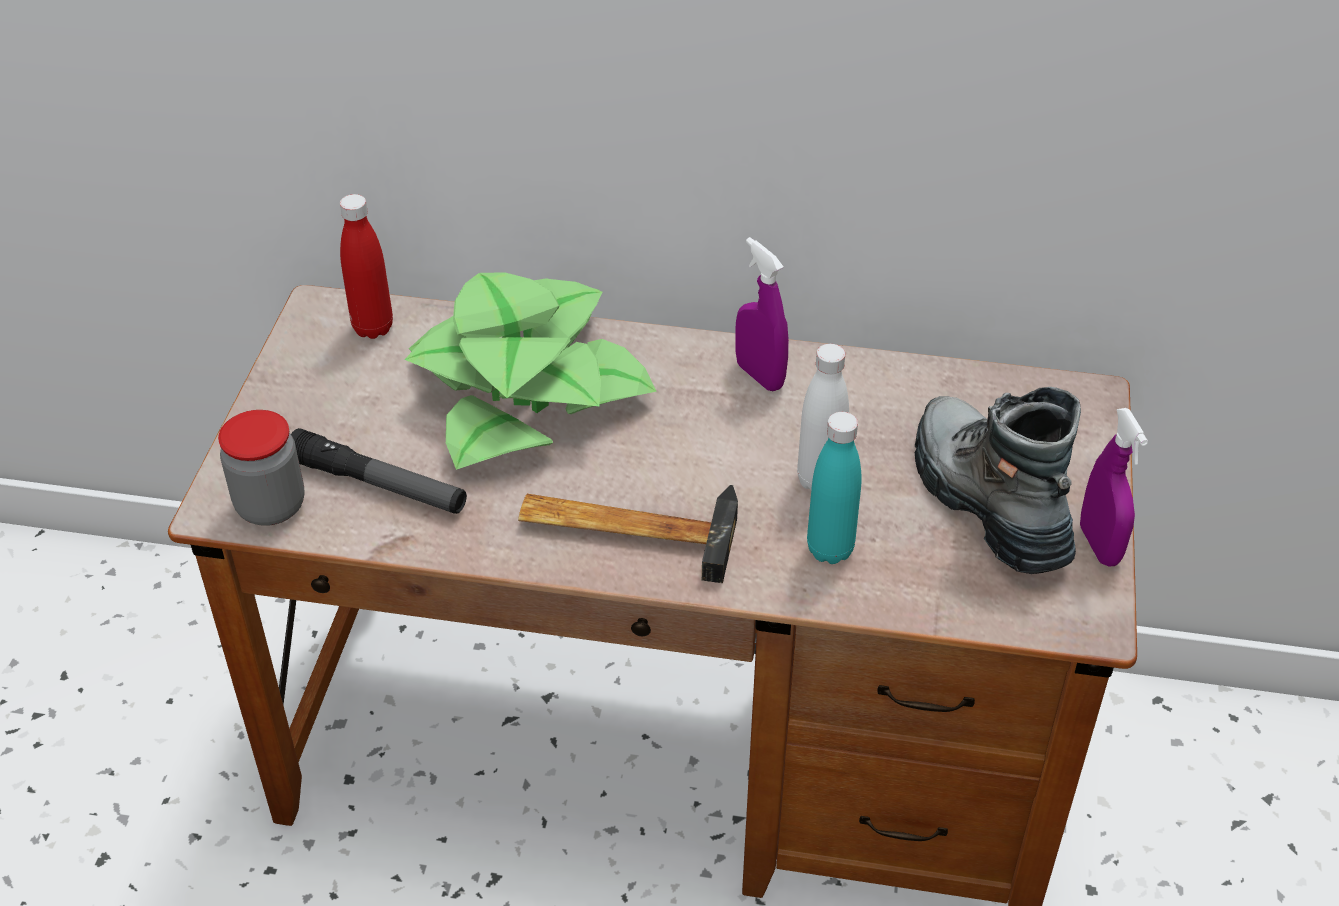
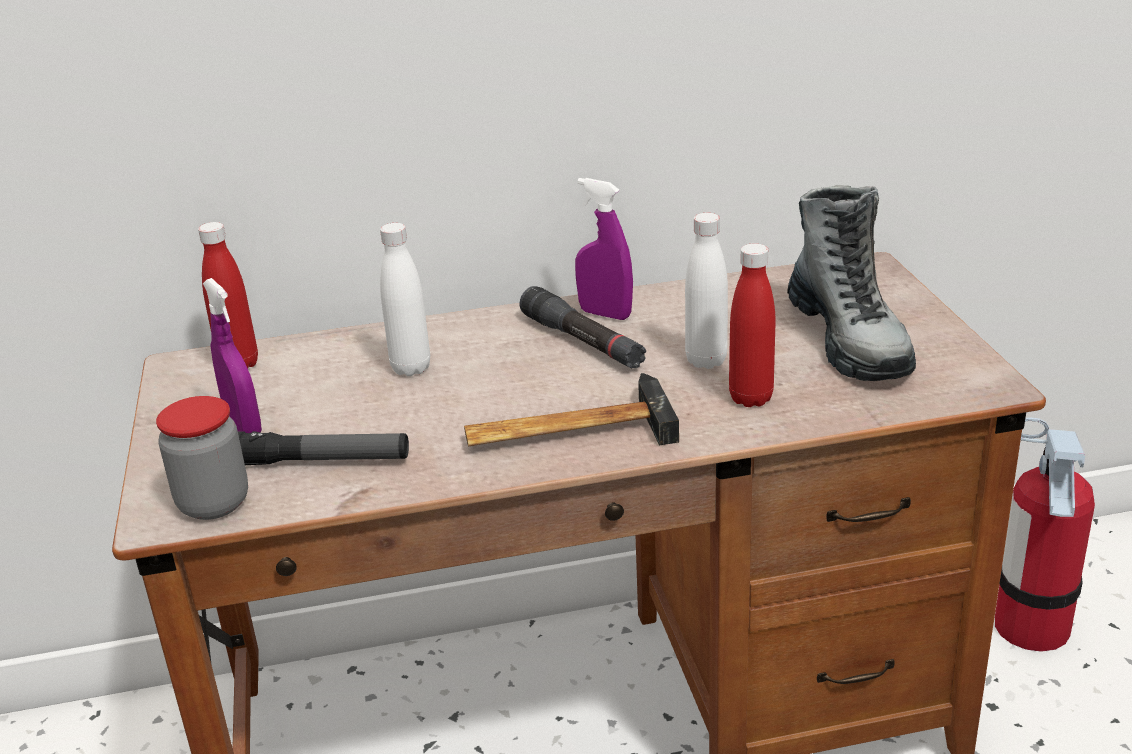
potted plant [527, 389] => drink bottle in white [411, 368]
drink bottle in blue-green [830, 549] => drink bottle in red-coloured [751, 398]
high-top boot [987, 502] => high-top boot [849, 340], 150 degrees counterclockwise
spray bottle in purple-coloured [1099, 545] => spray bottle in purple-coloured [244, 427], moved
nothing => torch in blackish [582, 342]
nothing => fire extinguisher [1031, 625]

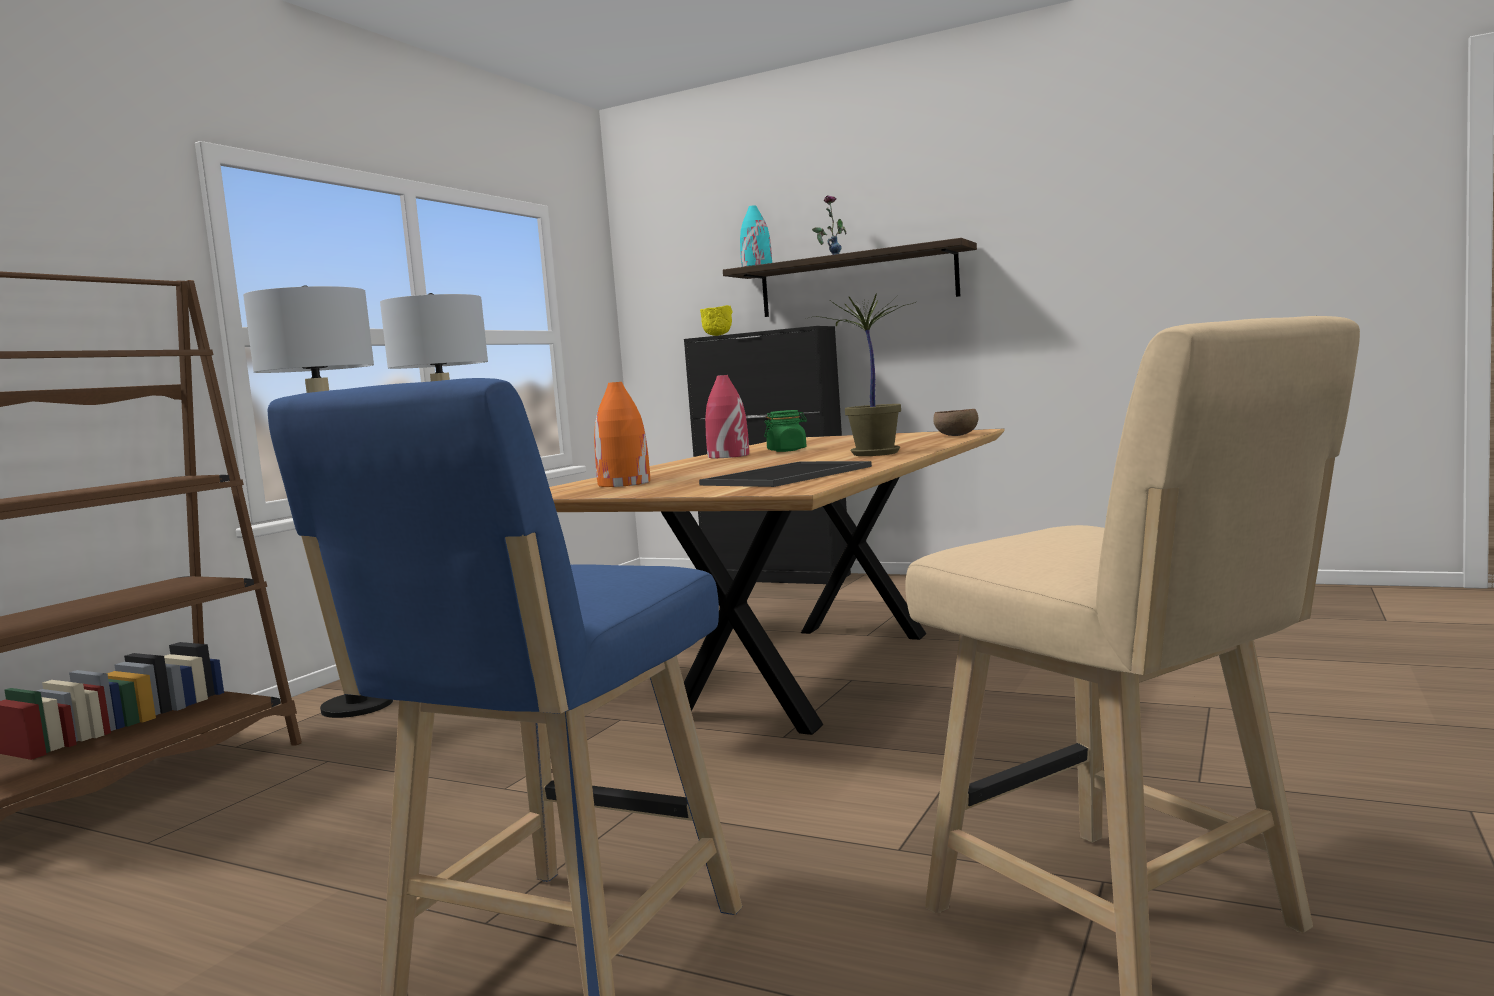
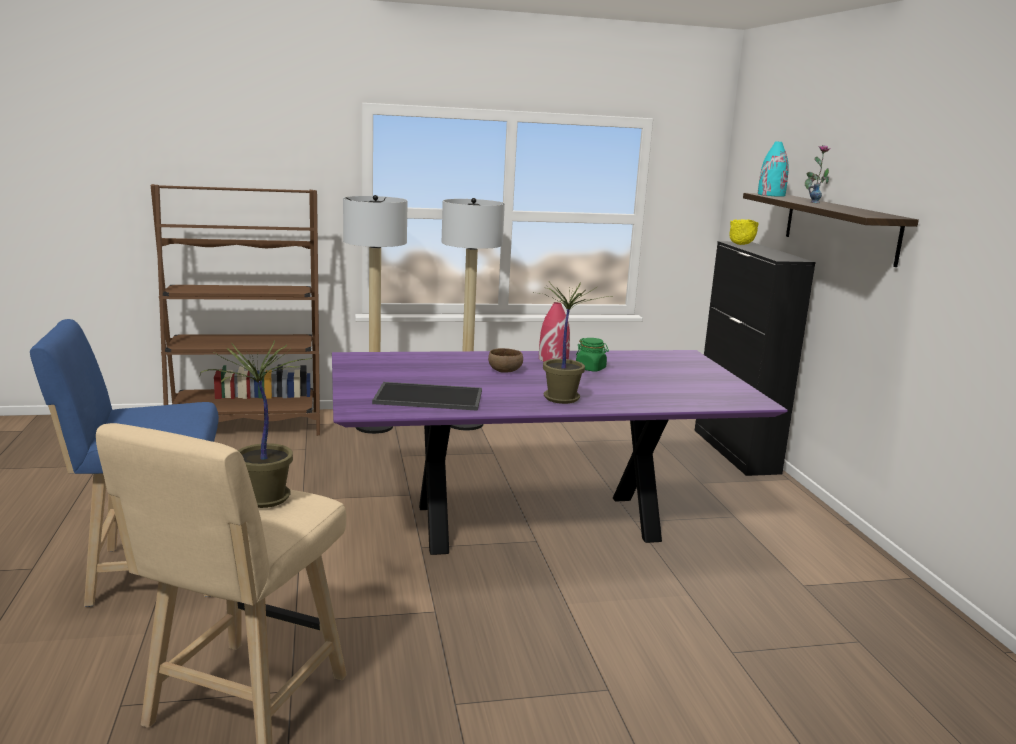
dining table in brownish [809, 673] => dining table in purple-coloured [535, 524]
decorative vase in orange-coloured [623, 483] => nothing
serving bowl in brownish [955, 435] => serving bowl in brownish [504, 371], moved
nothing => potted plant [263, 499]

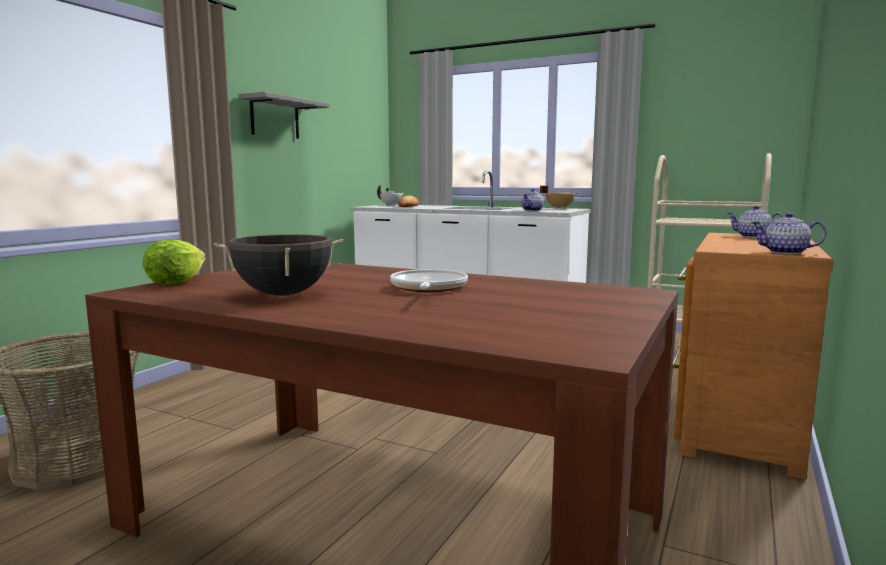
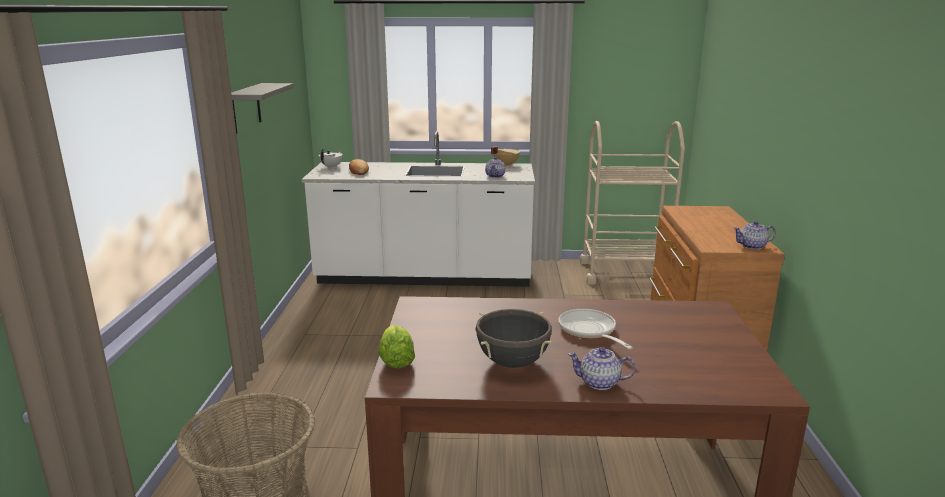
teapot [753, 237] => teapot [600, 383], moved

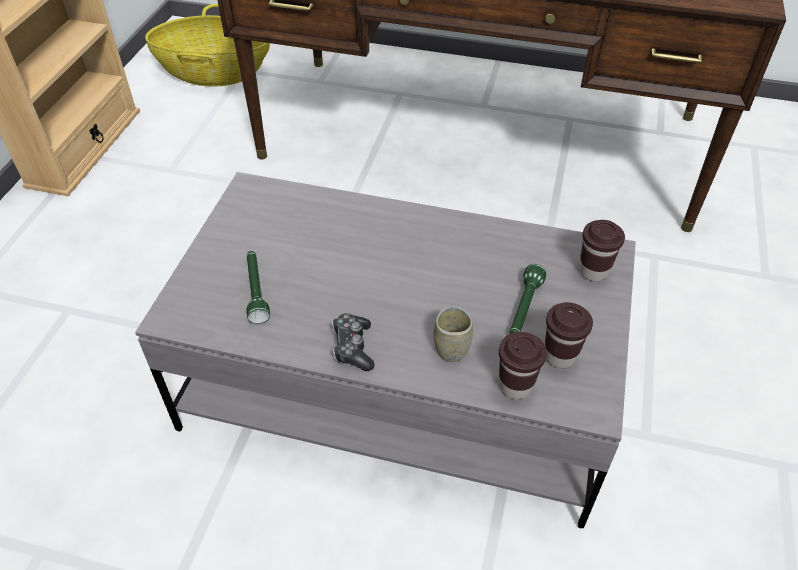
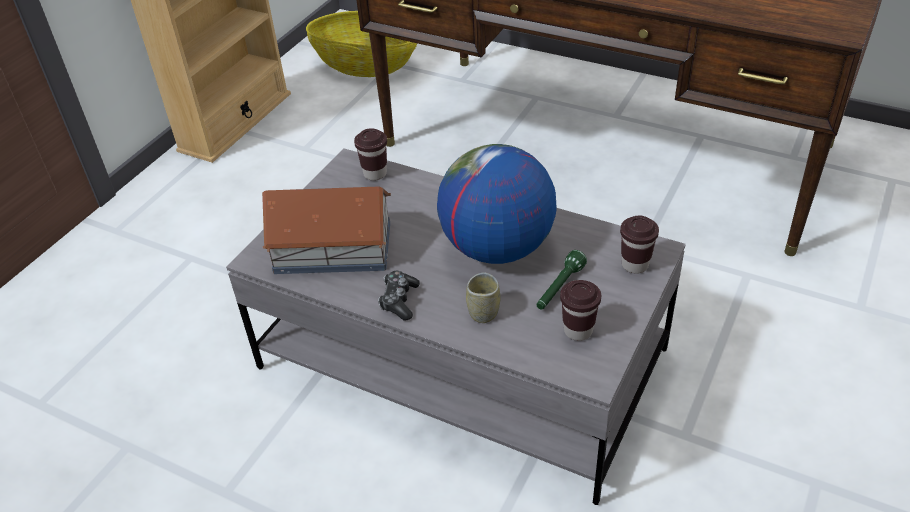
torch in green [256, 291] => model house [332, 246]
drinking cup in brownish [515, 386] => drinking cup in brownish [375, 174], moved
nothing => desk globe [496, 248]

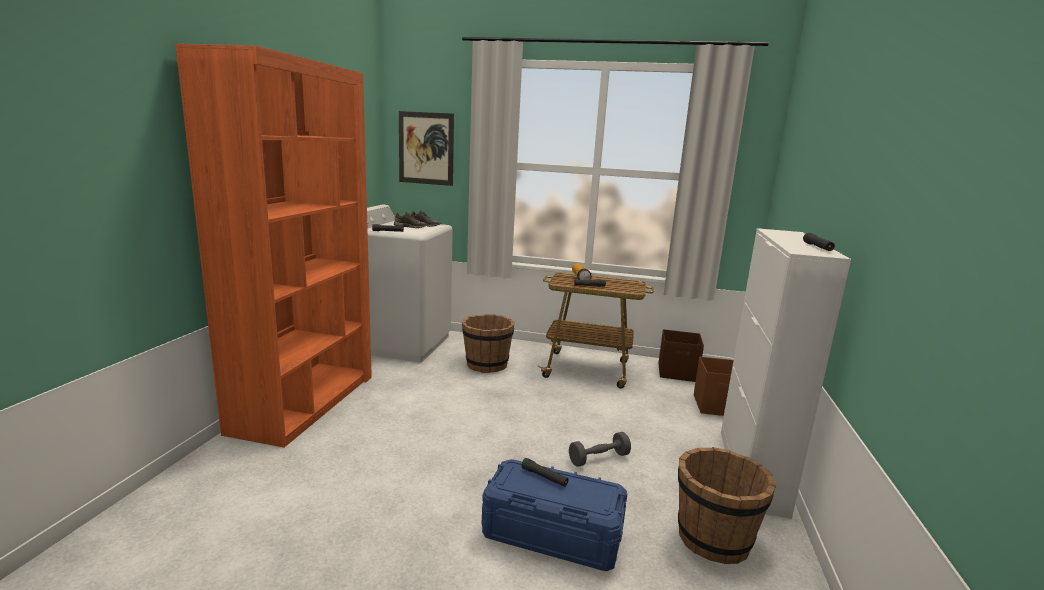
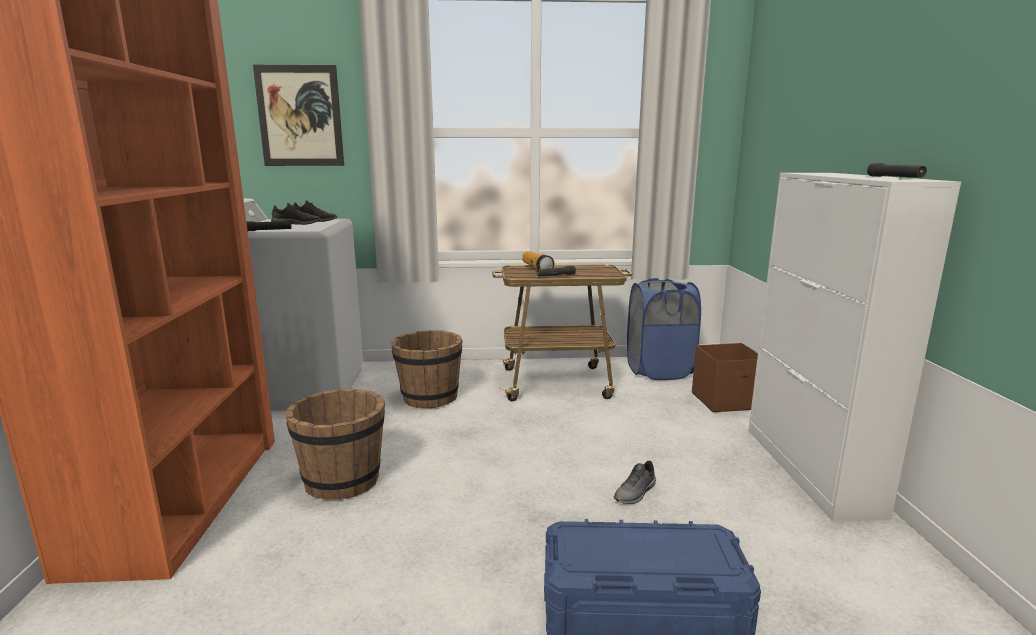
torch in blackish [544, 477] => nothing
hand weight in gray [599, 458] => item of footwear in gray [636, 493]
storage box in brownish [678, 373] => laundry basket in bluish [659, 370]
bucket in brownish [713, 538] => bucket in brownish [342, 480], moved

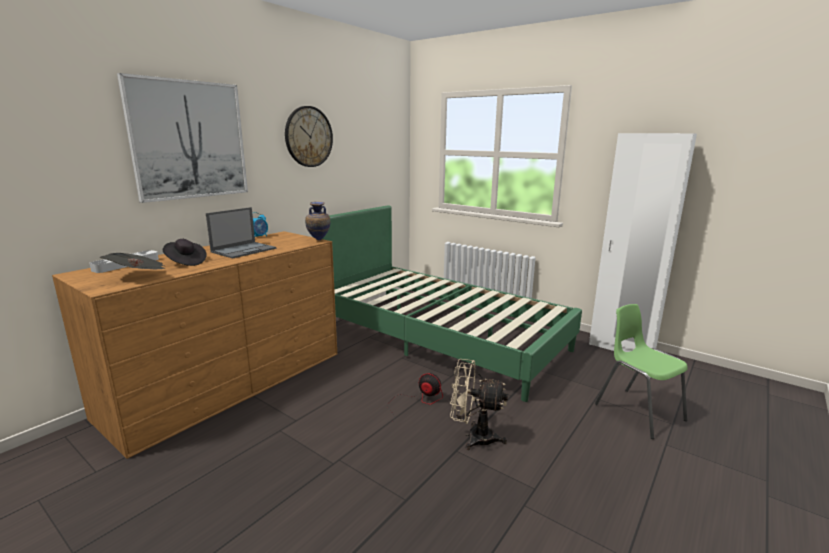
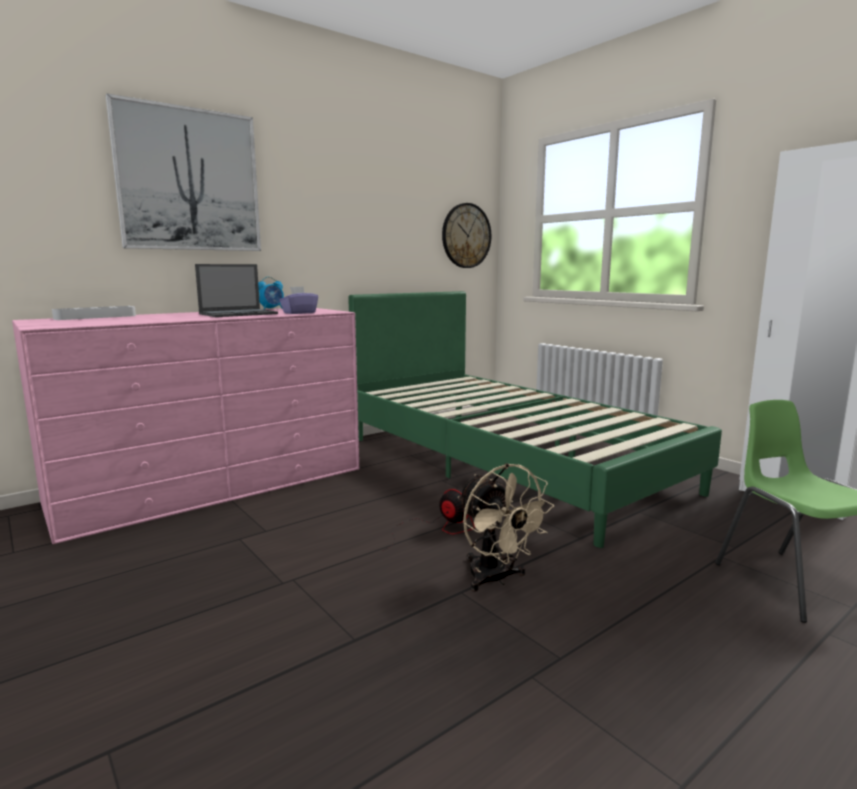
chest of drawers in brownish [229, 382] => chest of drawers in pink-coloured [213, 485]
newspaper [139, 276] => nothing
clothing hat in blackish [185, 262] => nothing
clock on the wall [308, 137] => clock on the wall [466, 236], moved
decorative vase [318, 240] => nothing
cooling fan in beige [473, 437] => cooling fan in beige [496, 579], 150 degrees counterclockwise
nothing => tissue holder in purple-coloured [299, 313]

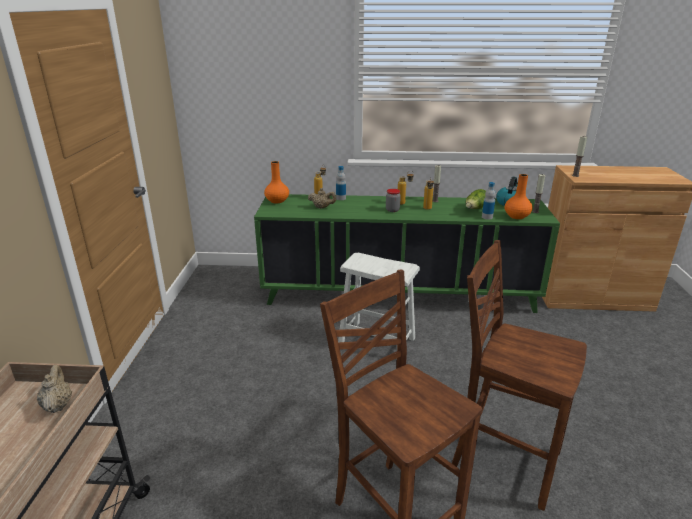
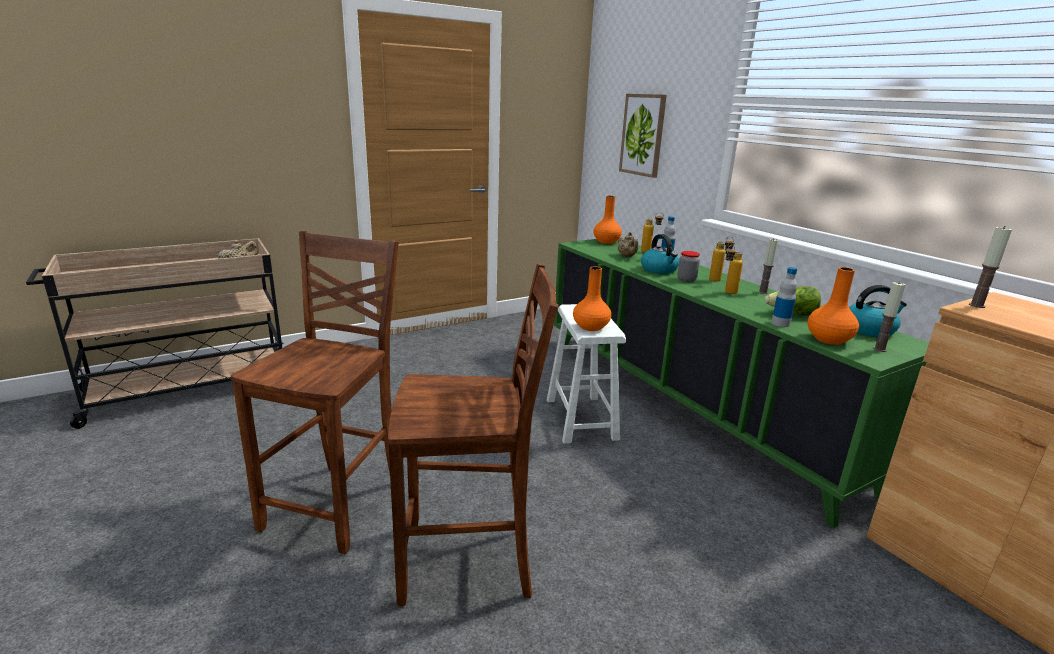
plain chair in brownish [503, 458] => plain chair in brownish [470, 562], 90 degrees clockwise
nothing => decorative vase in orange-coloured [591, 327]
nothing => wall picture [643, 135]
nothing => water kettle [659, 270]

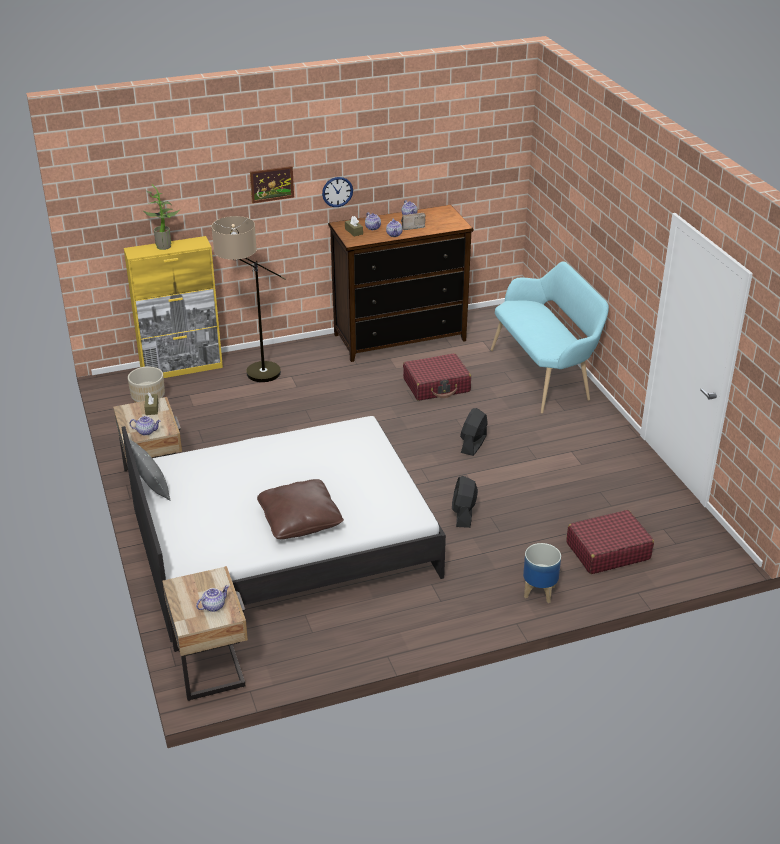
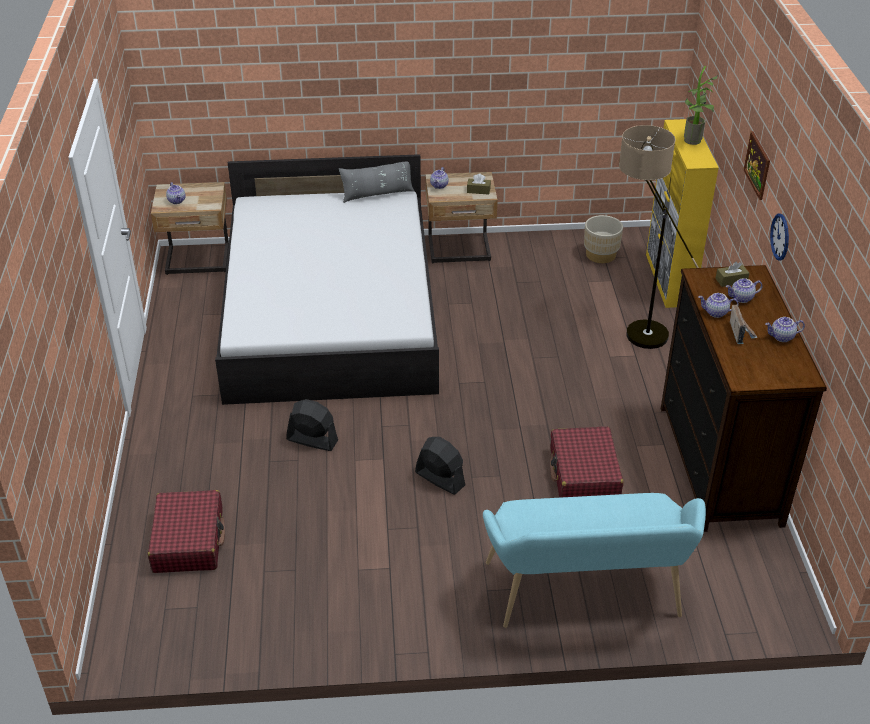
cushion in brownish [300, 520] => nothing
plant pot [539, 592] => nothing

